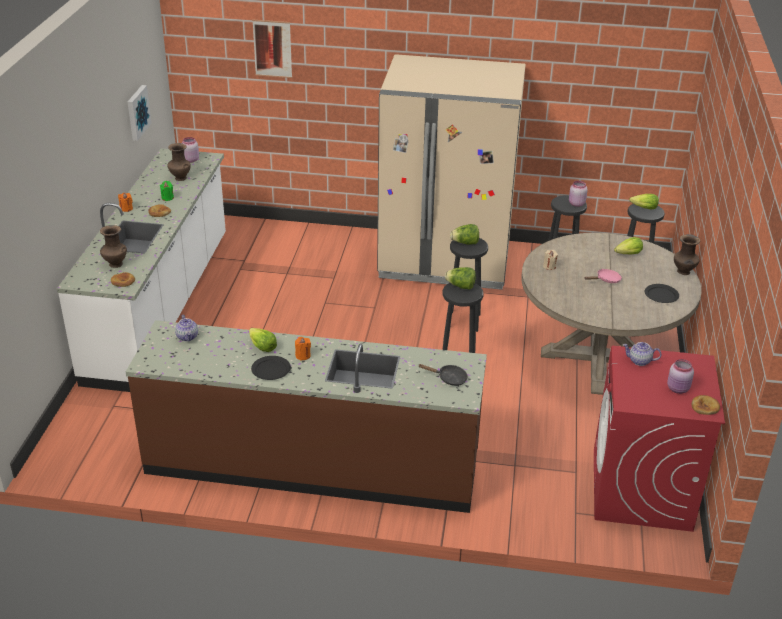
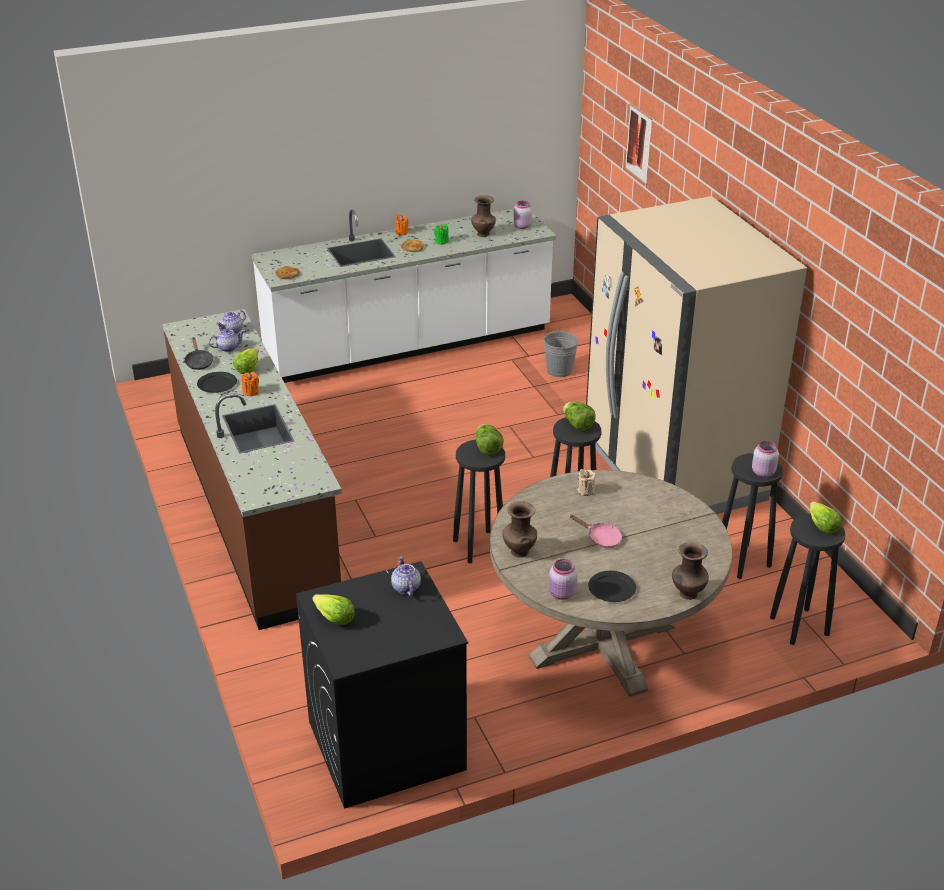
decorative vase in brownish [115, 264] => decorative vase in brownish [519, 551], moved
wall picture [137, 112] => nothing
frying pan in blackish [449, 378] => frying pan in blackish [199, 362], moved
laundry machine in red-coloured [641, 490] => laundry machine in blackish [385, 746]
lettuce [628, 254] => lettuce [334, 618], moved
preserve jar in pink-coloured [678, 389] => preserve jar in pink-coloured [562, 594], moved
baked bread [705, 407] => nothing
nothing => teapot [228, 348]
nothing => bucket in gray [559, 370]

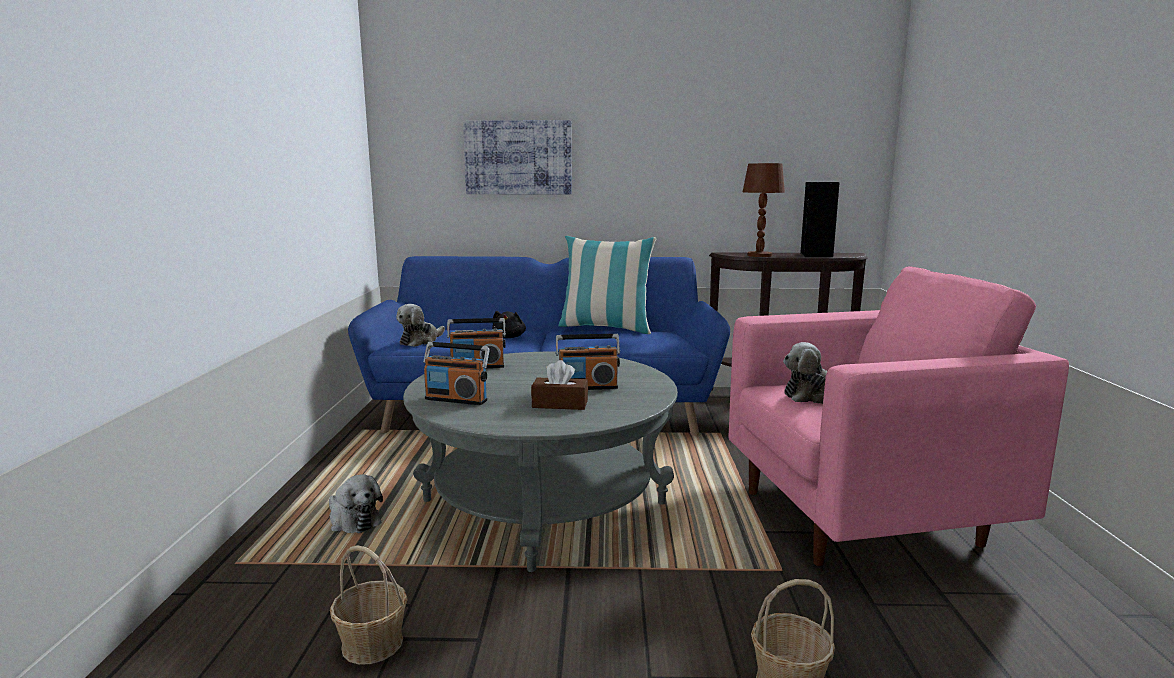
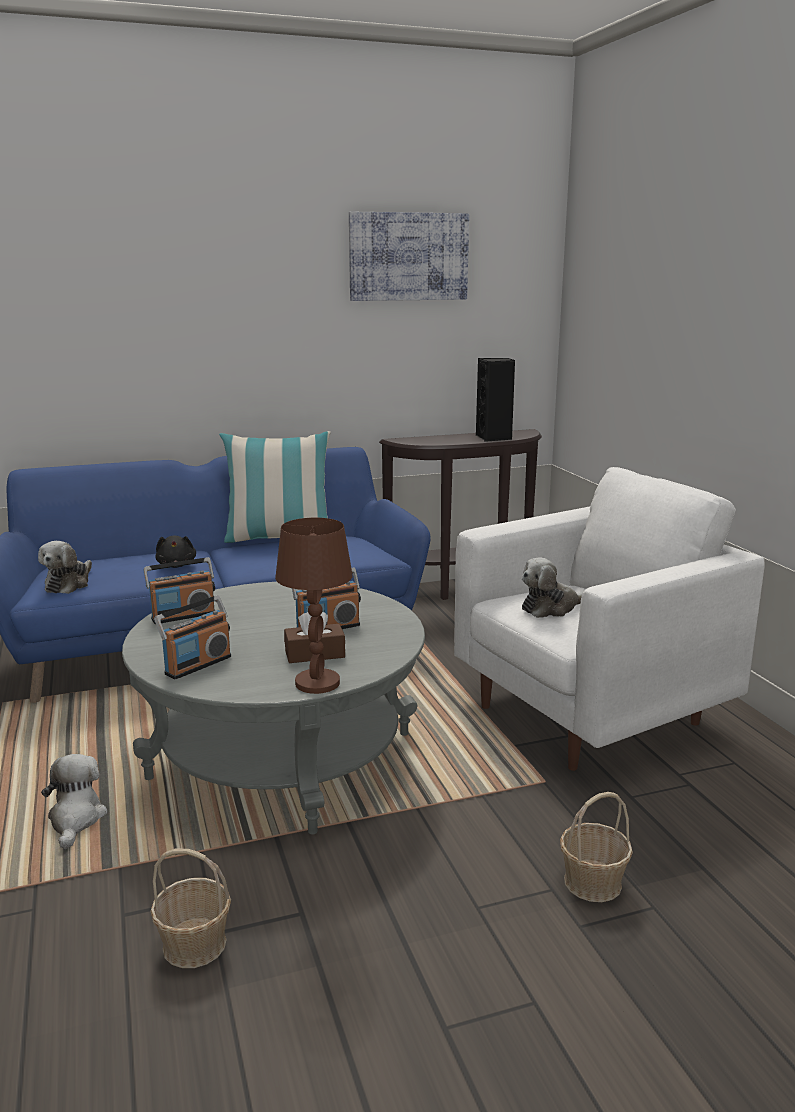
plush toy [353, 521] => plush toy [76, 819], 120 degrees counterclockwise
radio set [456, 399] => radio set [197, 665], 45 degrees counterclockwise
wall picture [518, 157] => wall picture [408, 257], moved
armchair in pink-coloured [861, 517] => armchair in white [590, 714]
lamp for a table in brownish [759, 255] => lamp for a table in brownish [317, 683], moved

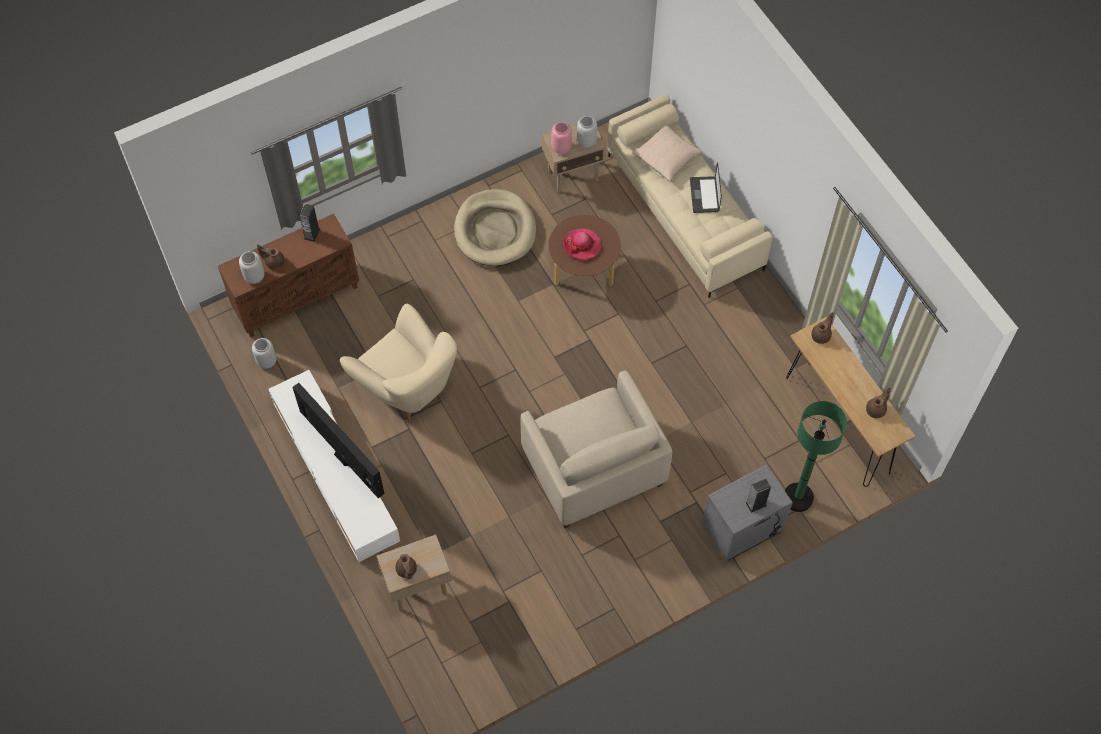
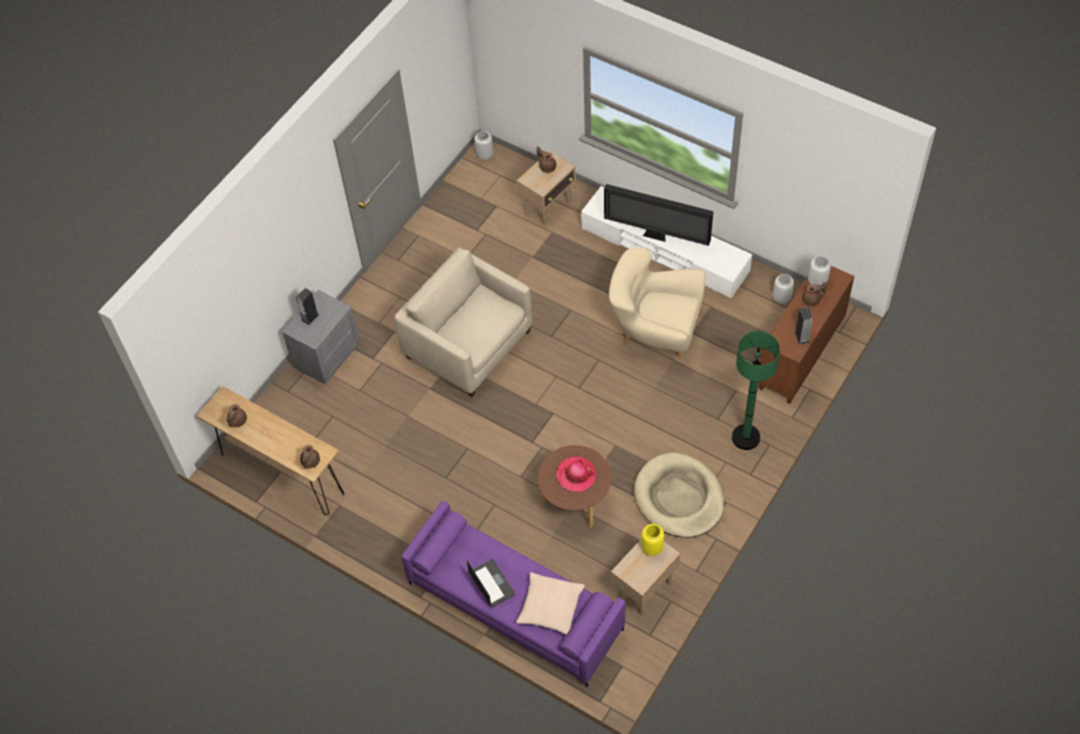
decorative vase in pink-coloured [561, 148] => decorative vase in yellow [652, 548]
decorative vase in gray [586, 142] => decorative vase in gray [485, 155], moved
couch in beige [685, 212] => couch in purple-coloured [514, 607]
standard lamp in green [798, 497] => standard lamp in green [745, 437], moved

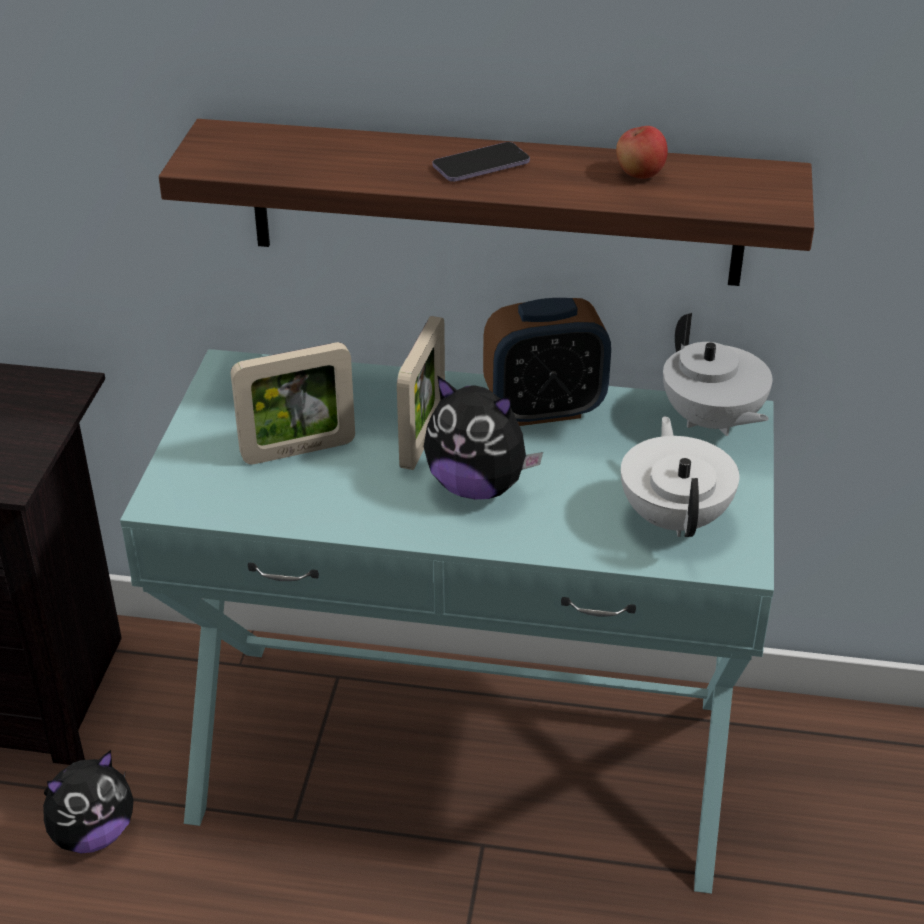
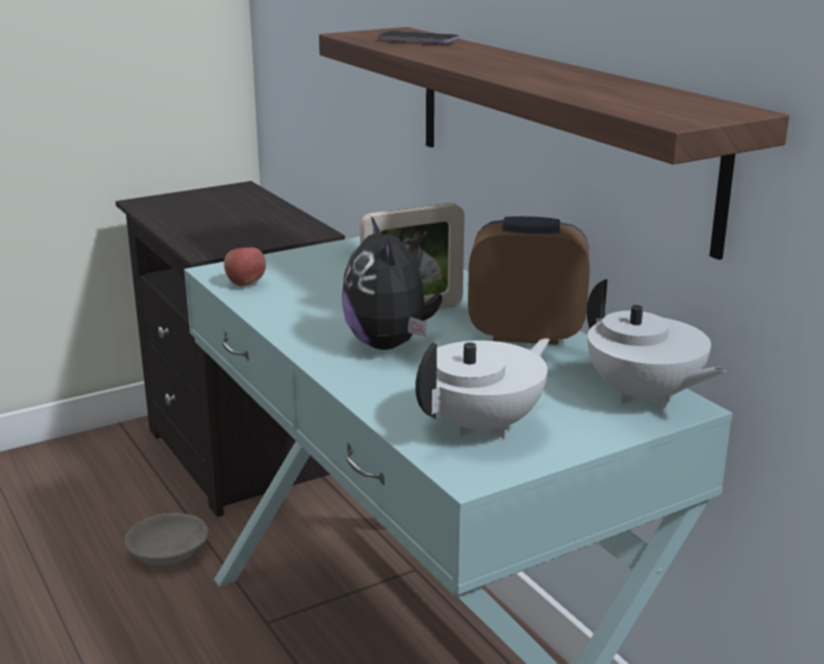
plush toy [93, 834] => serving bowl in gray [169, 551]
standing frame [298, 450] => nothing
phone [481, 165] => phone [418, 40], moved
alarm clock [544, 409] => alarm clock [526, 334], 150 degrees clockwise
whole apple [640, 174] => whole apple [246, 283], moved
teapot in white [711, 421] => teapot in white [643, 396], 60 degrees counterclockwise

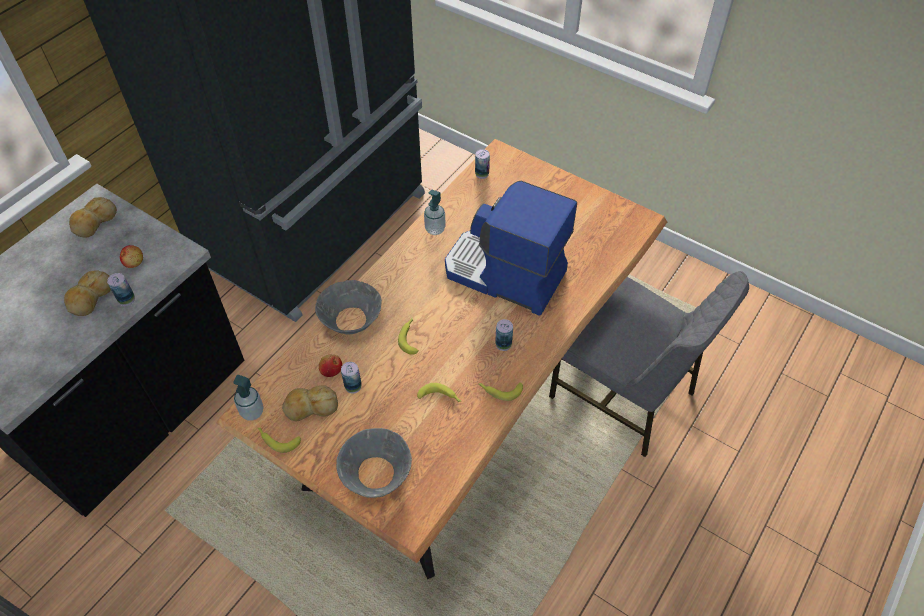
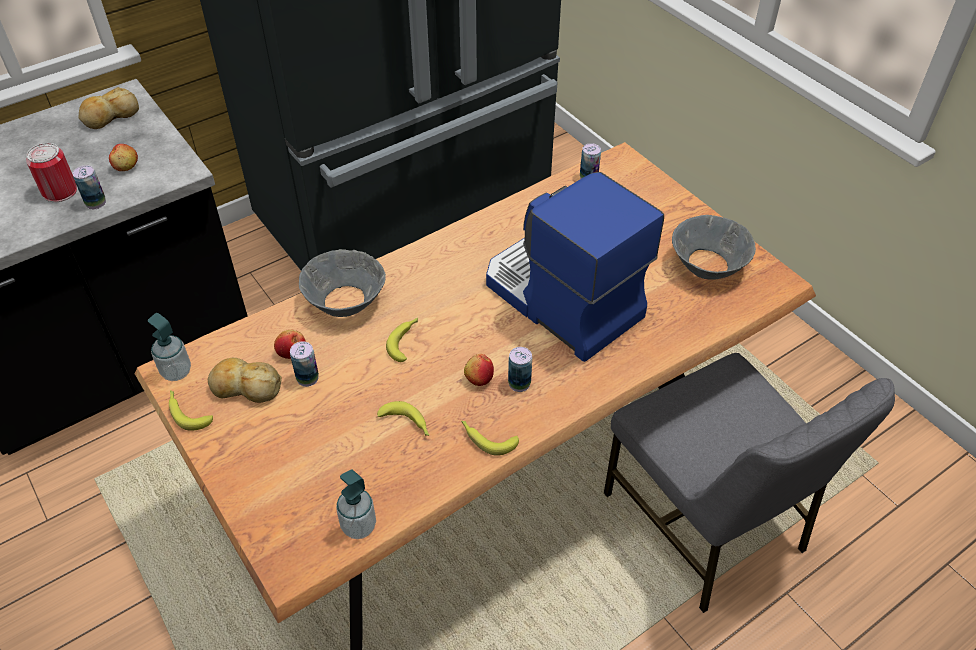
baked bread [90, 298] => can [60, 191]
serving bowl in gray [376, 474] => serving bowl in gray [707, 266], moved
soap dispenser [435, 229] => soap dispenser [359, 526], moved
nothing => whole apple [479, 378]

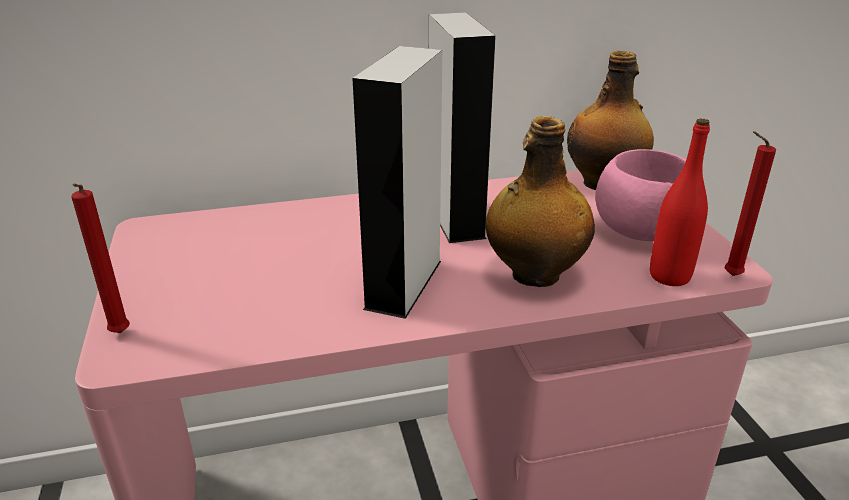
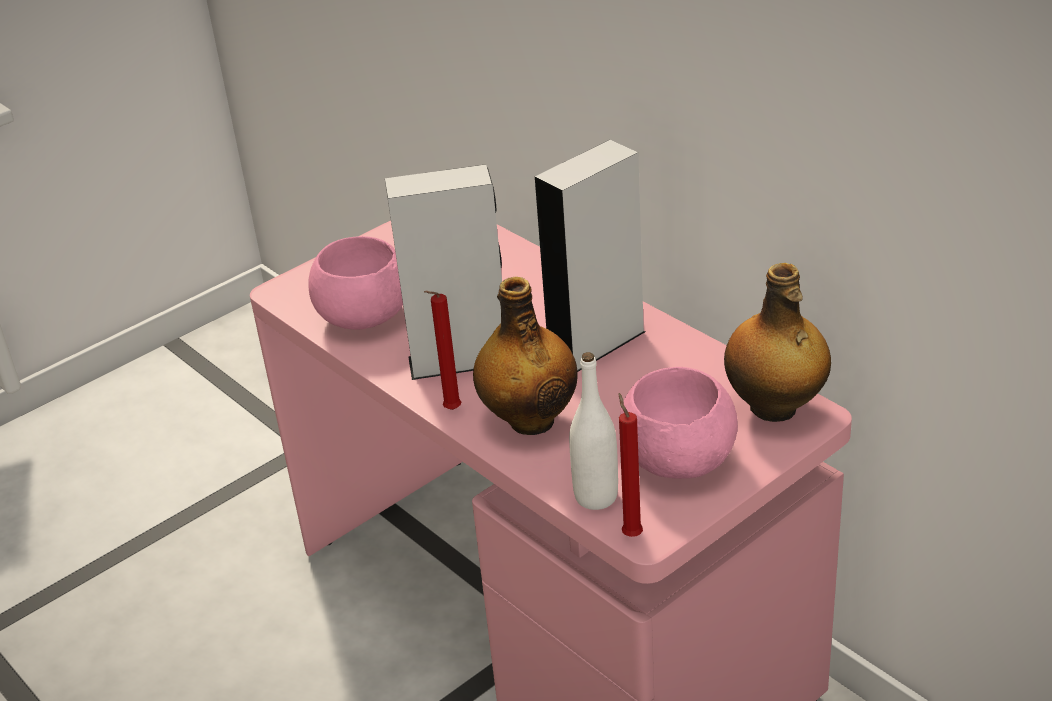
candle in red-coloured [119, 335] => candle in red-coloured [450, 411], moved
drink bottle in red-coloured [669, 276] => drink bottle in white [596, 497]
nothing => serving bowl in pink-coloured [364, 317]

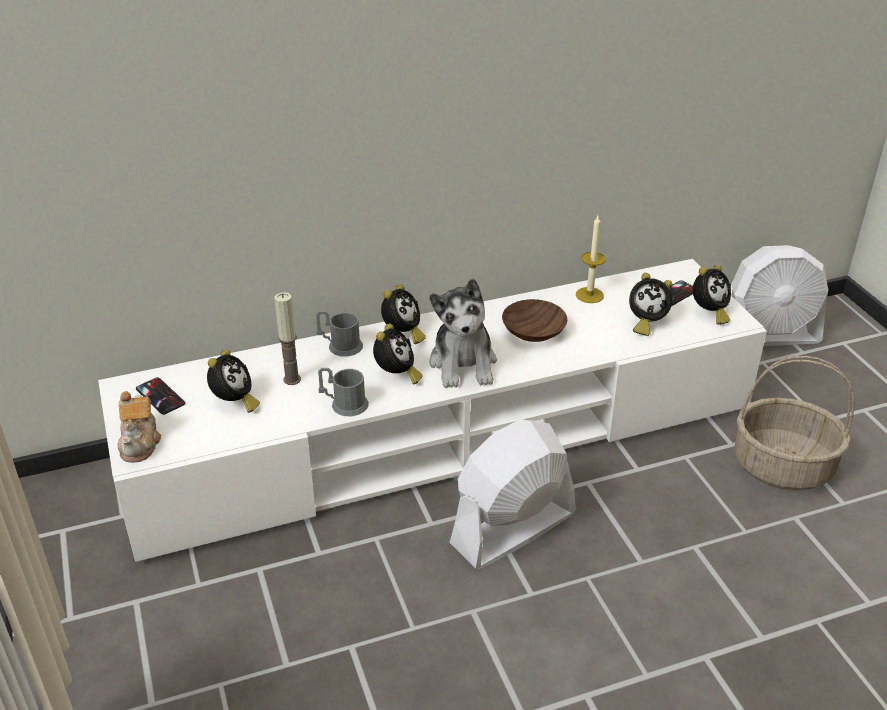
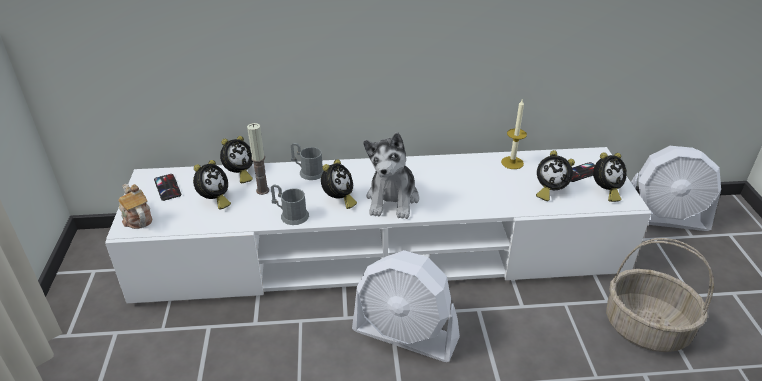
teapot [140, 443] => teapot [137, 218], 135 degrees clockwise
alarm clock [402, 334] => alarm clock [239, 175], moved
cooling fan in white [512, 528] => cooling fan in white [405, 334], 135 degrees counterclockwise
serving bowl in brownish [532, 332] => nothing

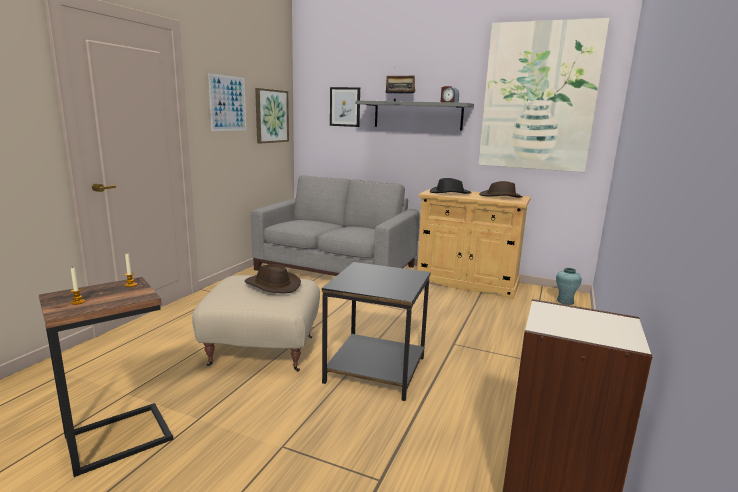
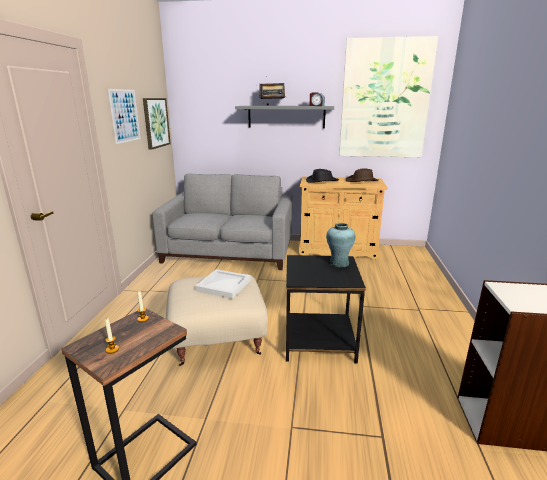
clothing hat in brownish [272, 285] => carrying tray in white [224, 286]
wall picture [345, 107] => nothing
decorative vase in blue-green [565, 301] => decorative vase in blue-green [339, 263], moved

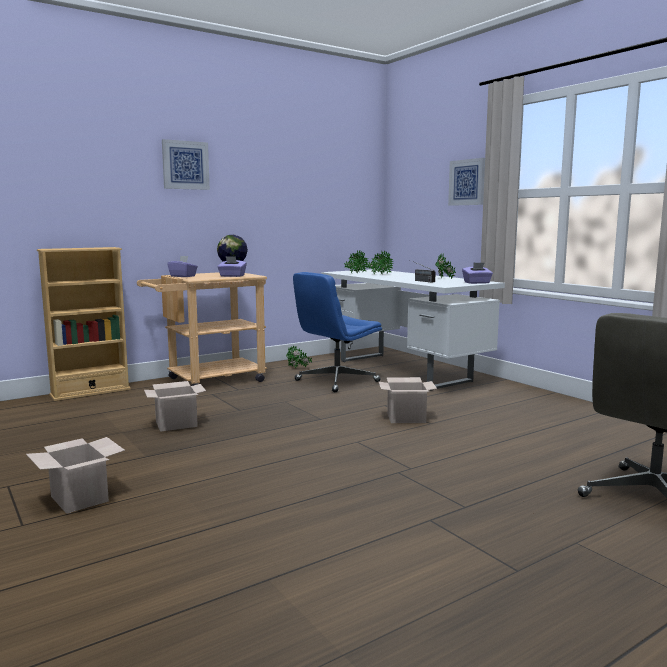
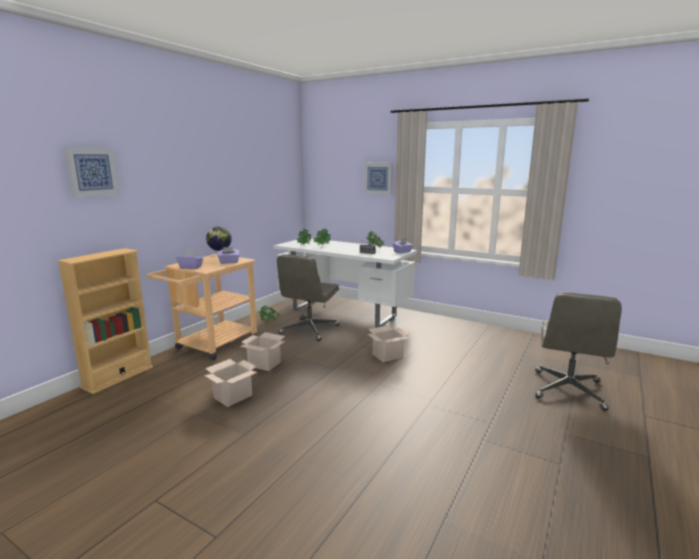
packing box [81, 499] => packing box [265, 364], moved
wall picture [185, 165] => wall picture [92, 171], moved
office chair in bluish [336, 381] => office chair in gray [309, 330]

